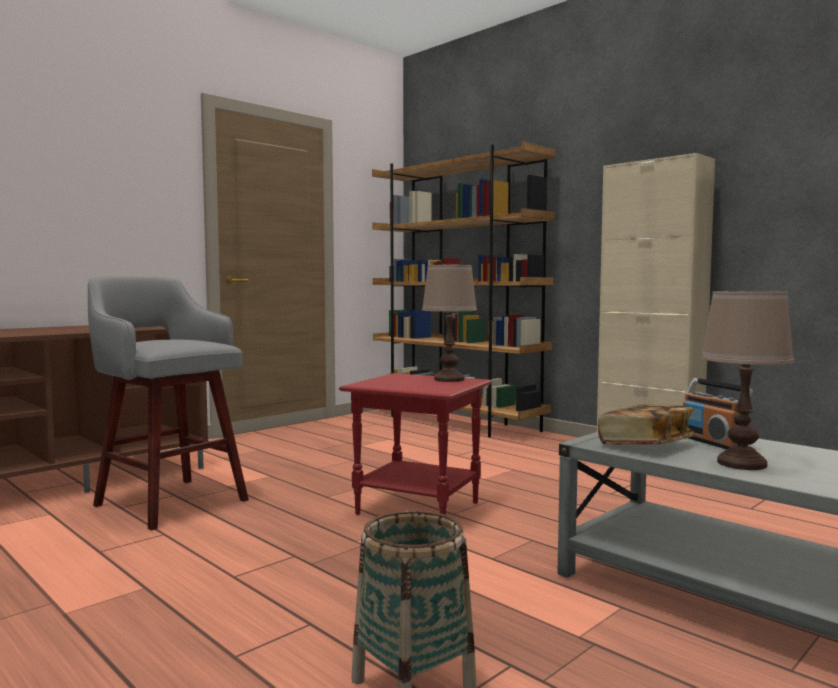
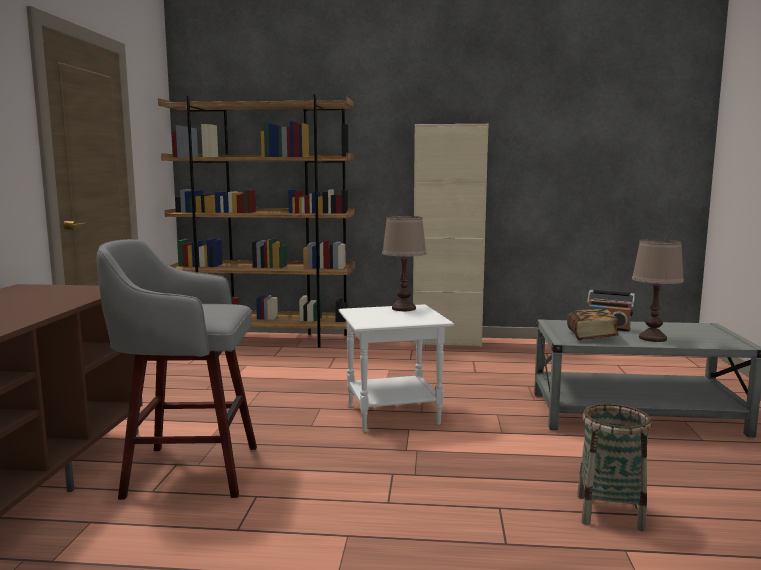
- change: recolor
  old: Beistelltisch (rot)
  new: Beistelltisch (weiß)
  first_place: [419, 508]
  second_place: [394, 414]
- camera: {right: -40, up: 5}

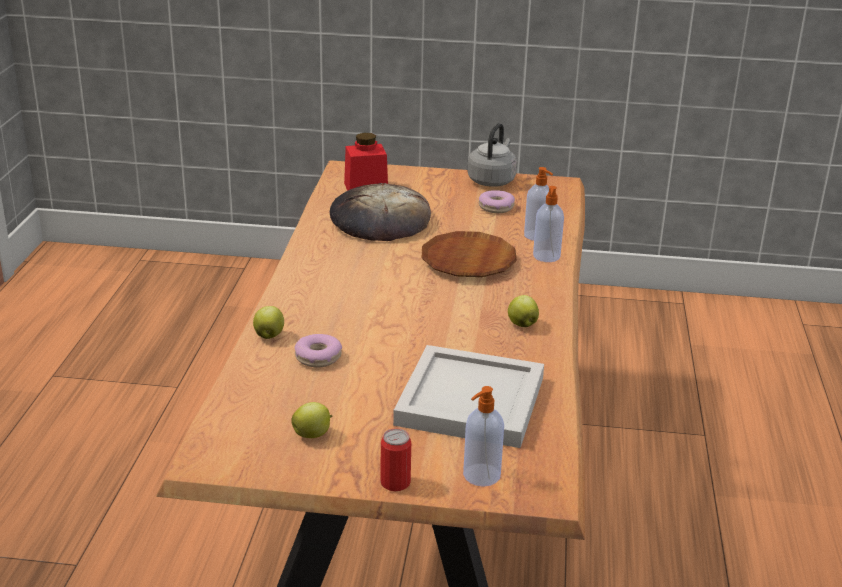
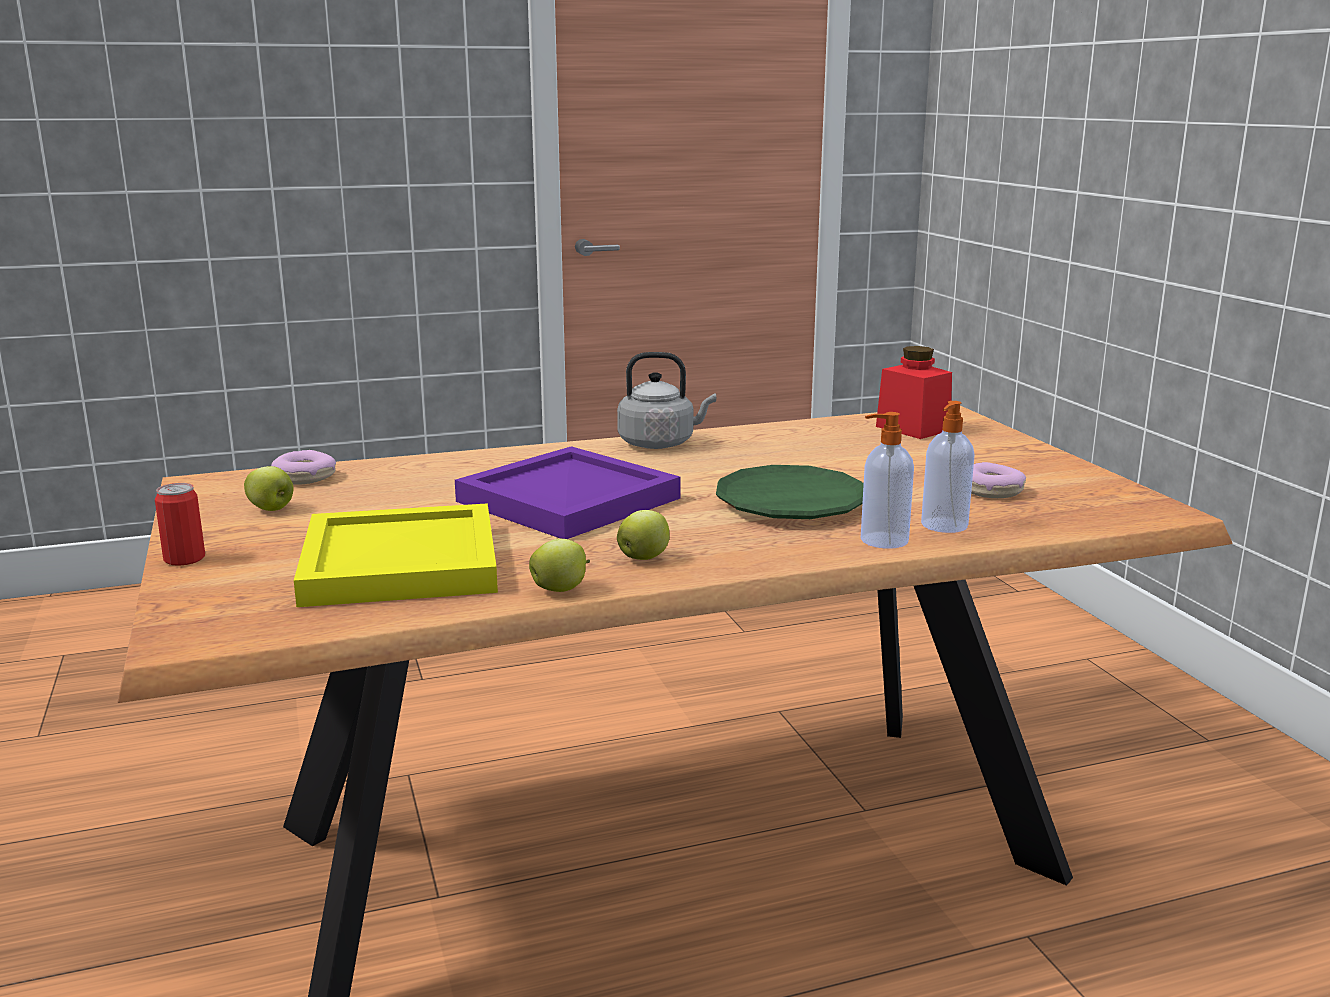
- change: delete
  old: Brot
  first_place: [380, 220]
- change: delete
  old: Seifenspender
  first_place: [480, 476]
- change: insert
  new: Tablett (lila)
  second_place: [572, 500]
- change: move
  old: Apfel
  first_place: [269, 335]
  second_place: [561, 590]
- change: move
  old: Donut
  first_place: [318, 357]
  second_place: [305, 477]
- change: move
  old: Wasserkessel (grau)
  first_place: [492, 180]
  second_place: [660, 444]
- change: recolor
  old: Tablett (weiß)
  new: Tablett (gelb)
  first_place: [473, 400]
  second_place: [403, 564]
- change: recolor
  old: Teller (braun)
  new: Teller (grün)
  first_place: [468, 261]
  second_place: [791, 503]
- camera: {right: 65, up: -10}

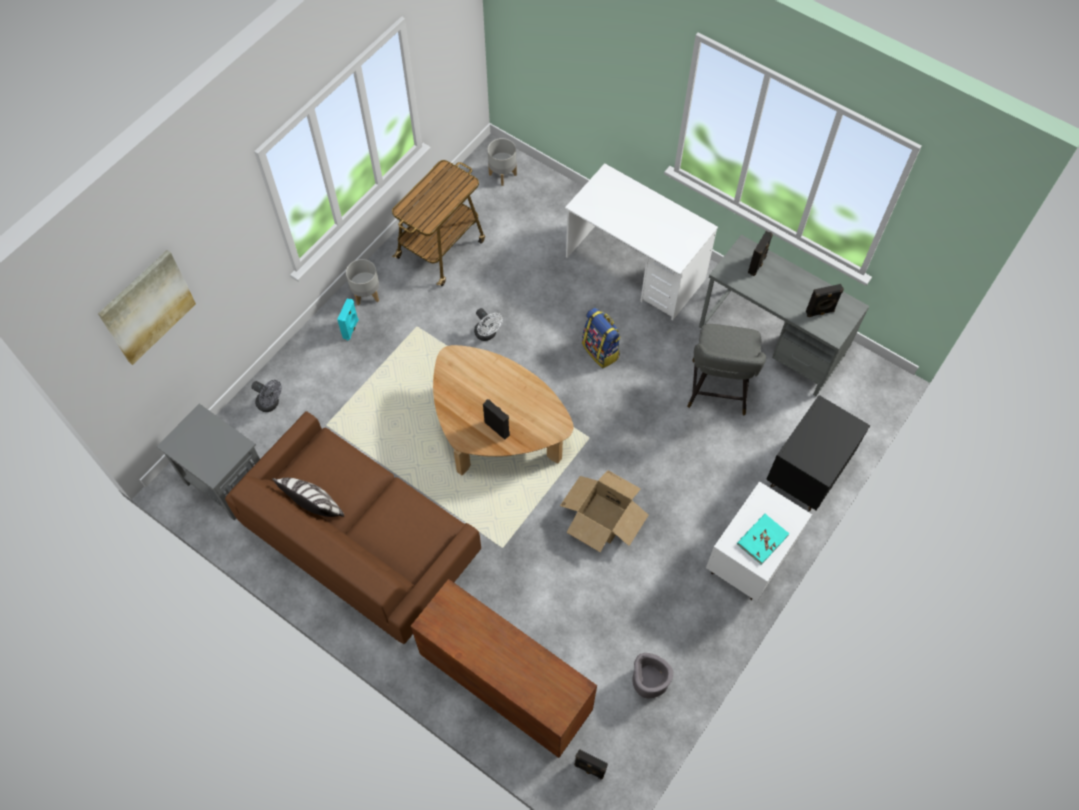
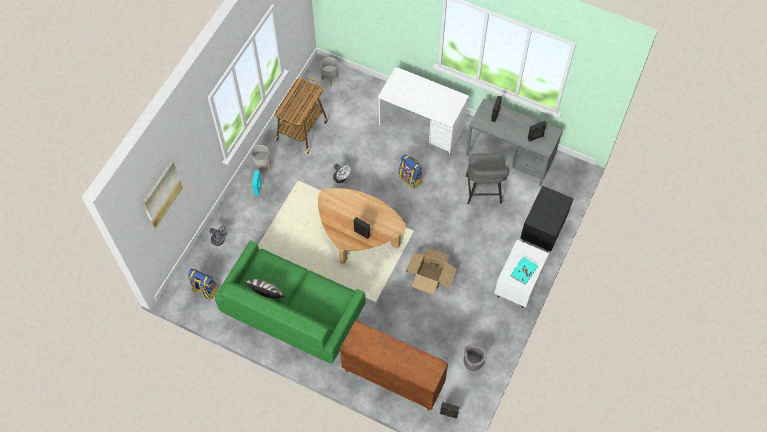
- change: replace
  old: Beistelltisch (grau)
  new: Rucksack
  first_place: [227, 481]
  second_place: [204, 290]
- change: recolor
  old: Sofa (braun)
  new: Sofa (grün)
  first_place: [361, 542]
  second_place: [293, 312]
- camera: {right: -10, up: 0}

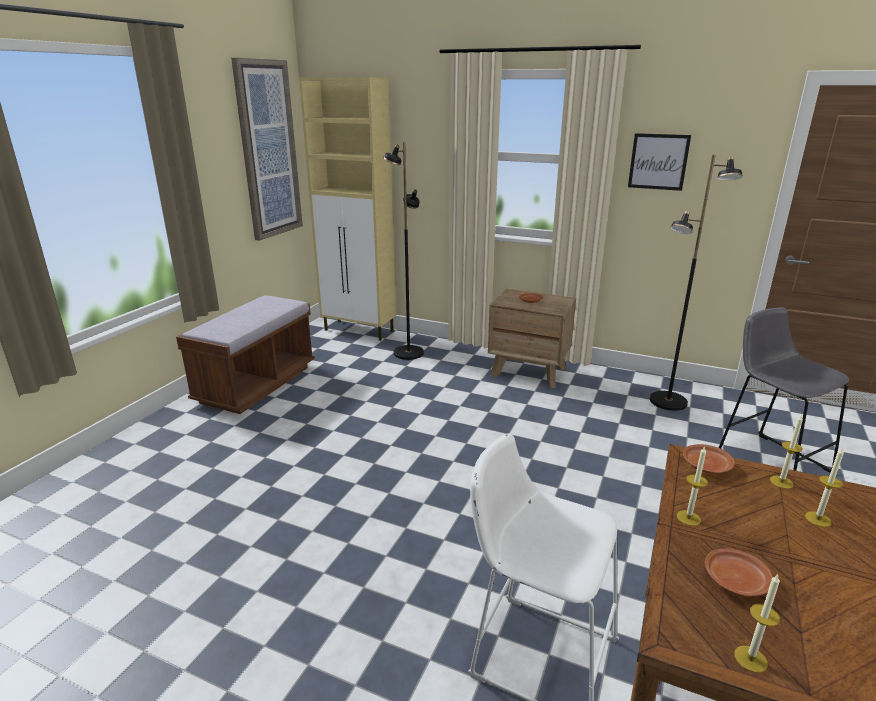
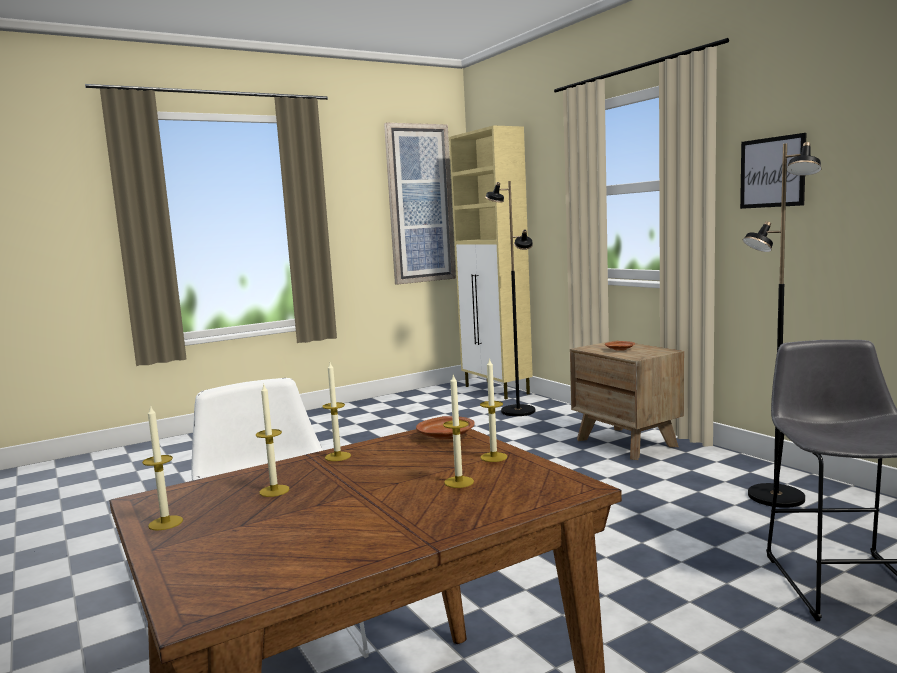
- change: delete
  old: Bank (braun)
  first_place: [256, 384]
- change: replace
  old: Teller (braun)
  new: Kerze
  first_place: [735, 580]
  second_place: [274, 491]
- camera: {right: 35, up: -15}

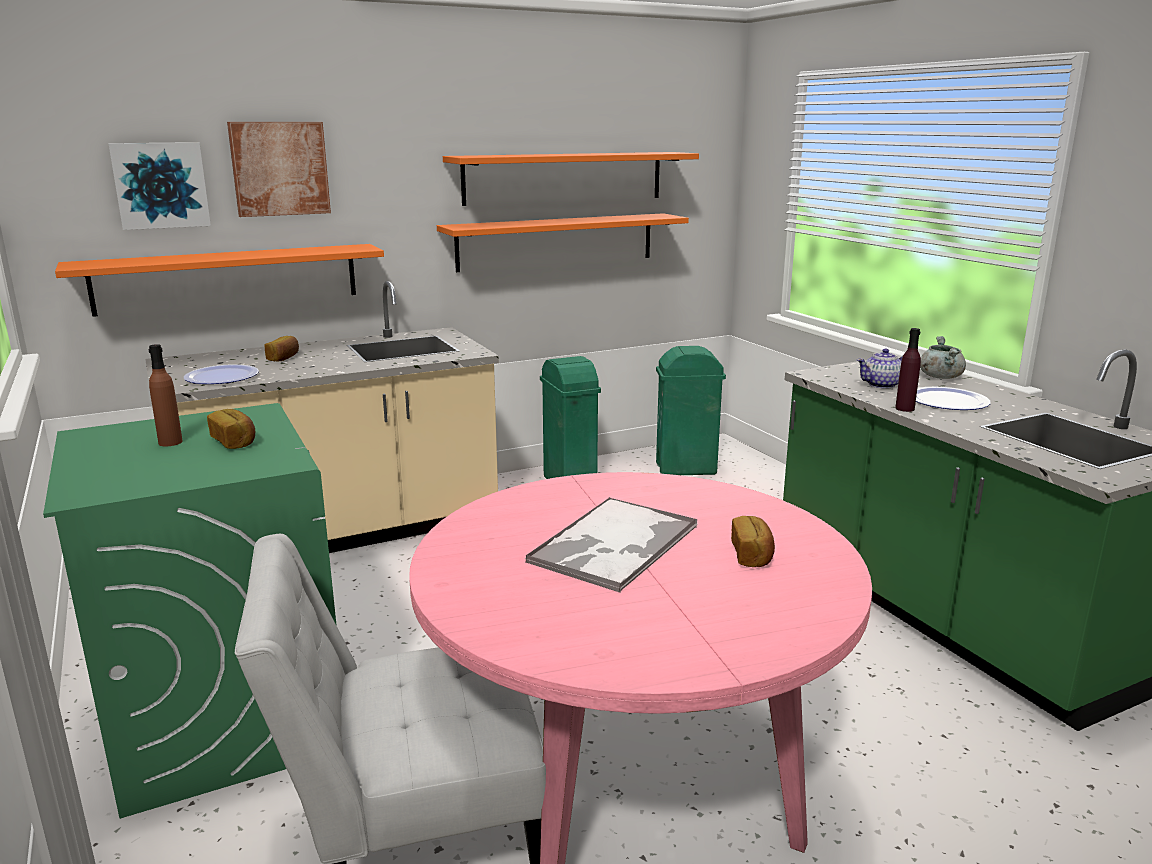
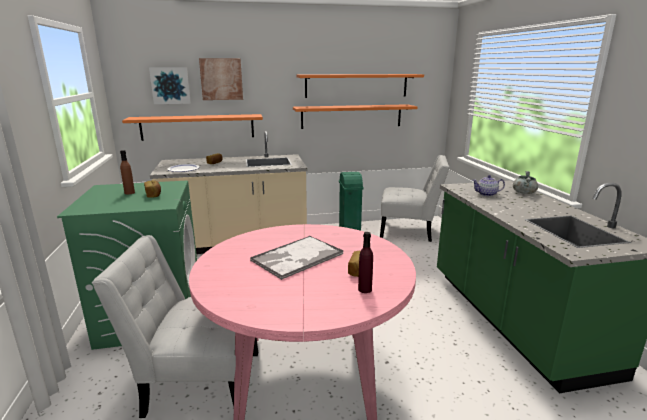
- change: delete
  old: Teller
  first_place: [948, 401]
- change: move
  old: Flasche (lila)
  first_place: [904, 408]
  second_place: [365, 289]
- change: replace
  old: Mülleimer (grün)
  new: Stuhl (weiß)
  first_place: [686, 469]
  second_place: [410, 231]
- camera: {right: 15, up: 0}

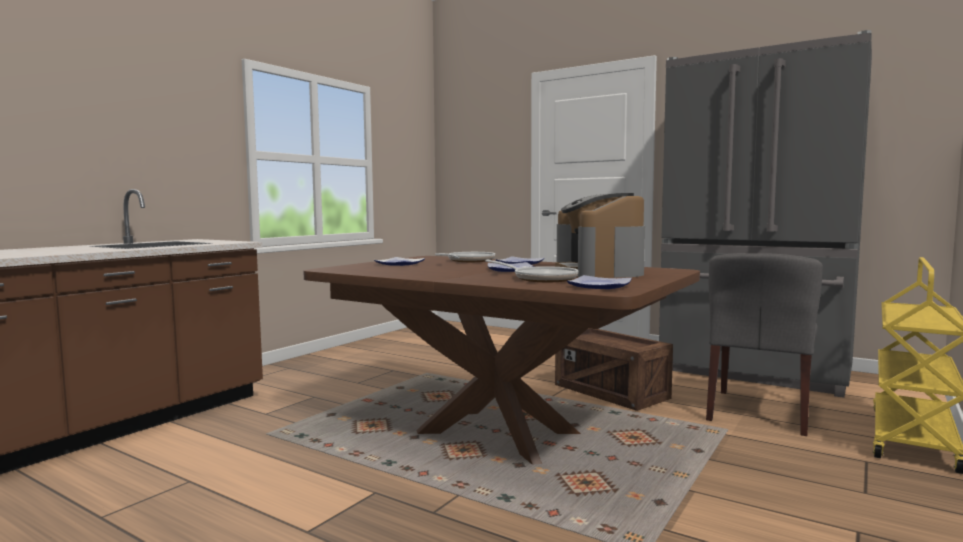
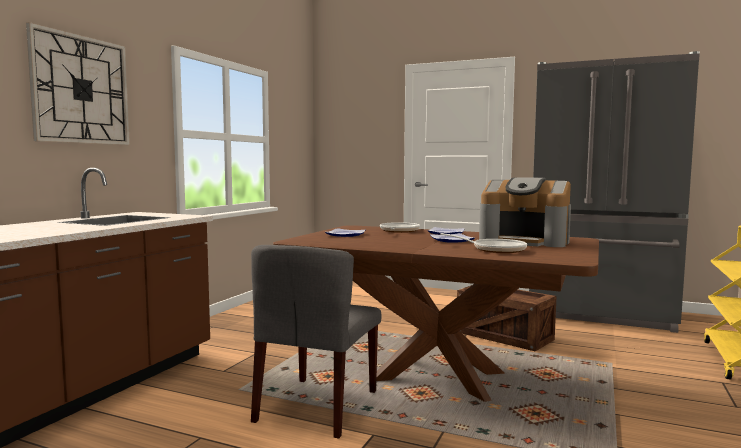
- change: delete
  old: Teller
  first_place: [599, 286]
- change: insert
  new: Wanduhr
  second_place: [81, 90]
- change: move
  old: Stuhl (grau)
  first_place: [759, 412]
  second_place: [317, 406]
- change: rotate
  old: Kaffeemaschine
  first_place: [599, 271]
  second_place: [525, 241]
  degrees: -45
- camera: {right: -10, up: 0}

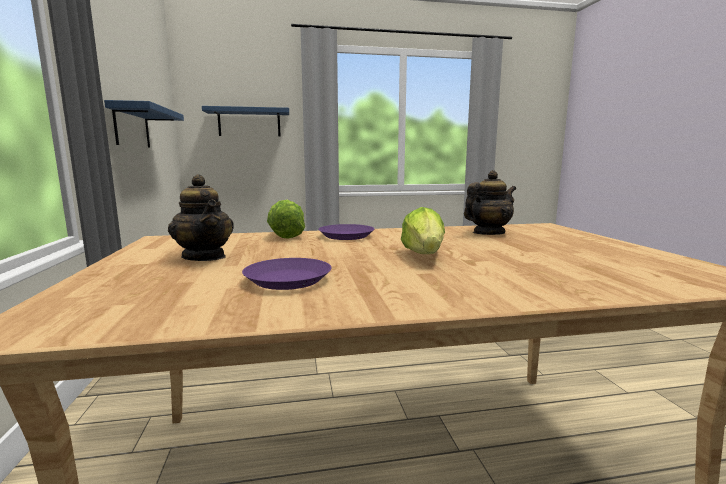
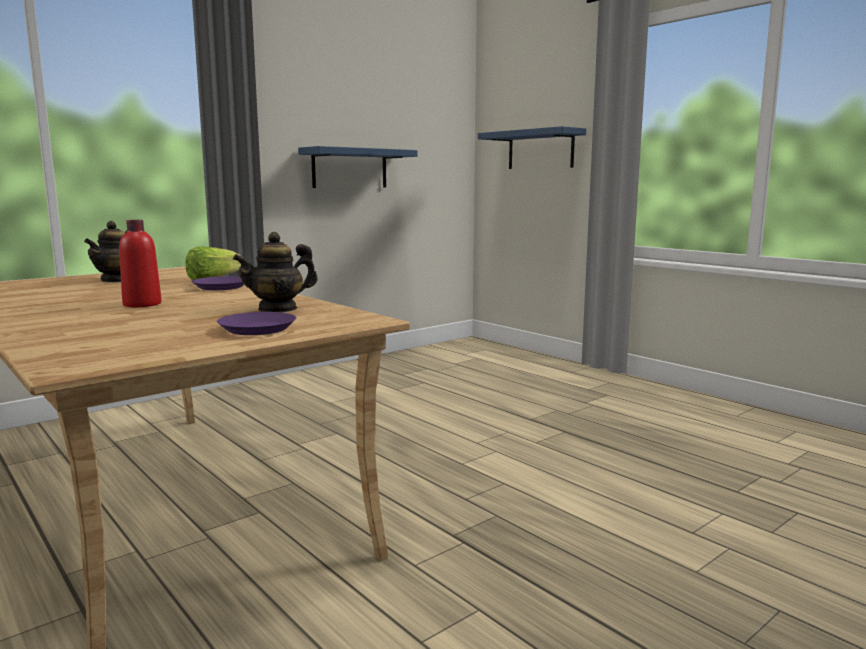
- change: move
  old: Teller (lila)
  first_place: [289, 280]
  second_place: [257, 329]
- change: replace
  old: Salatkopf
  new: Flasche (rot)
  first_place: [424, 256]
  second_place: [142, 304]
- change: rotate
  old: Teekanne
  first_place: [488, 233]
  second_place: [278, 309]
  degrees: 120
- camera: {right: 60, up: 0}

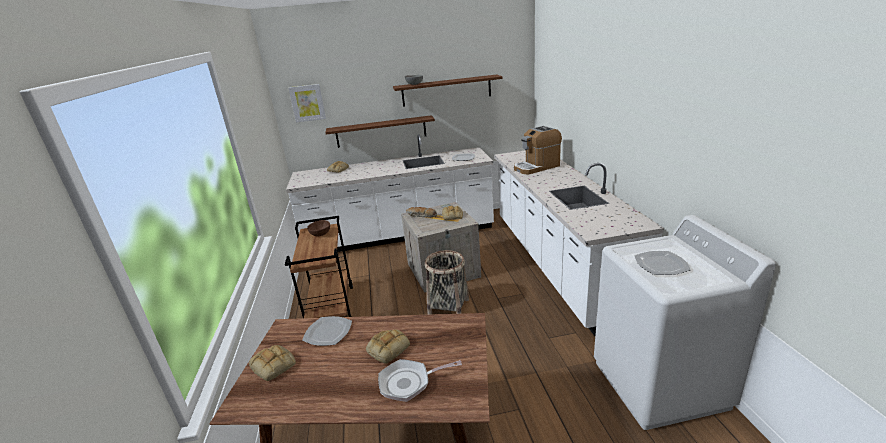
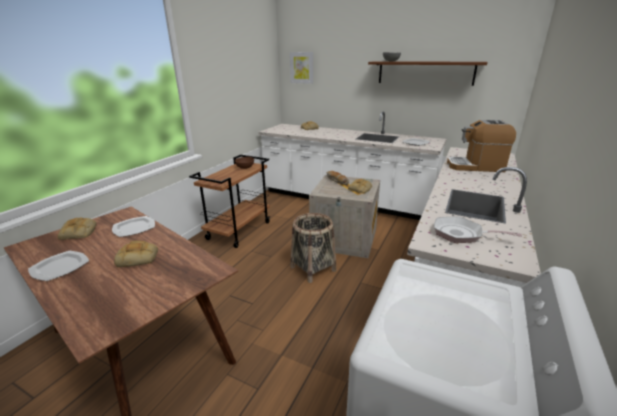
- change: delete
  old: Wandregal (braun)
  first_place: [381, 131]
- change: move
  old: Pfanne
  first_place: [409, 383]
  second_place: [461, 234]
- change: move
  old: Teller
  first_place: [661, 265]
  second_place: [59, 267]
- camera: {right: 35, up: 0}

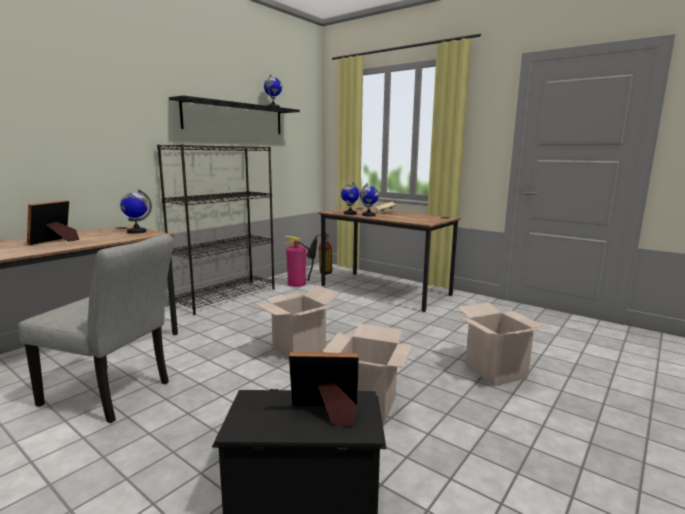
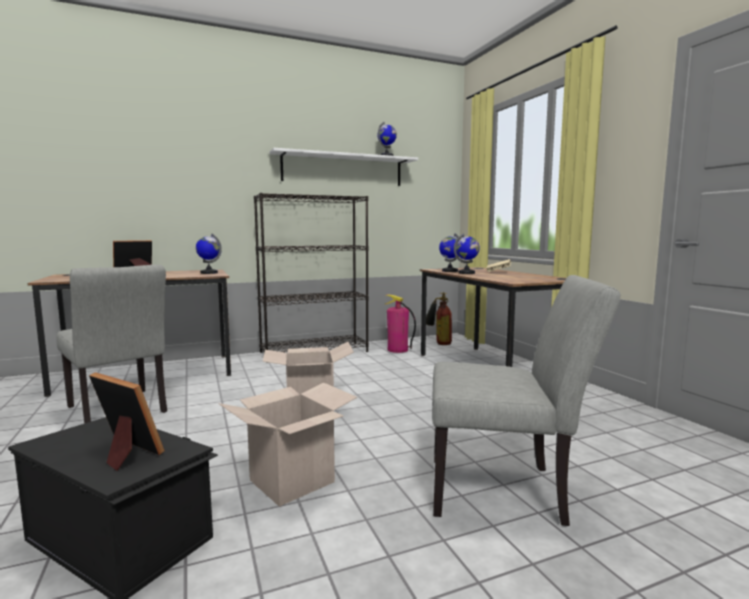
- change: replace
  old: Karton
  new: Stuhl (grau)
  first_place: [495, 371]
  second_place: [507, 491]
- change: recolor
  old: Wandregal (schwarz)
  new: Wandregal (weiß)
  first_place: [235, 118]
  second_place: [343, 170]
- camera: {right: 30, up: -5}

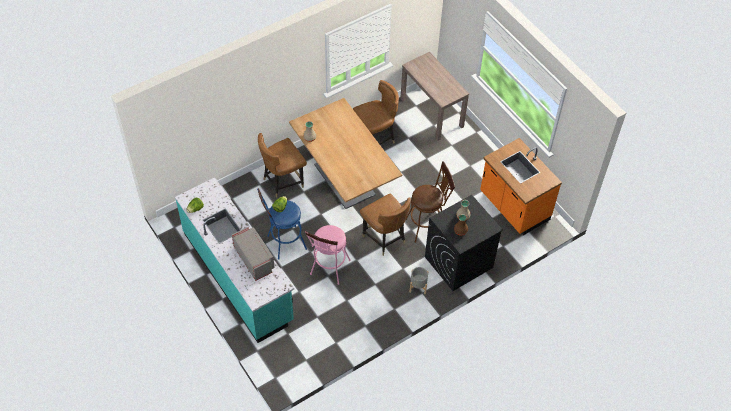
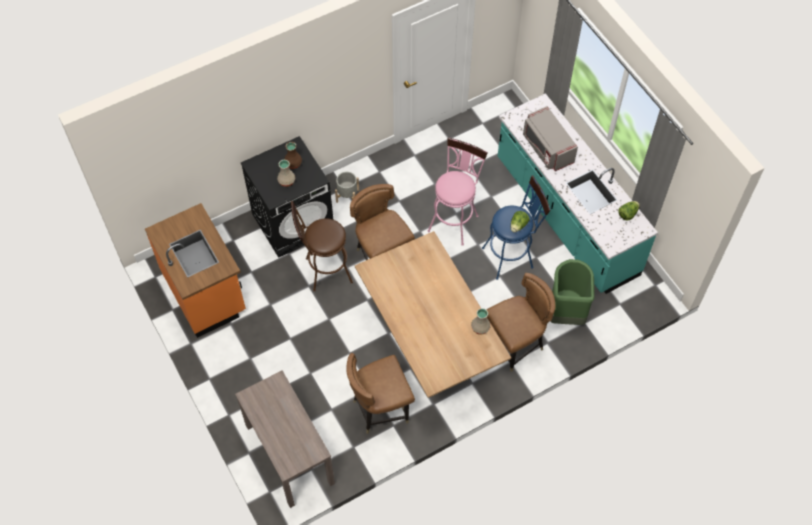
- change: insert
  new: Mülleimer (grün)
  second_place: [565, 313]
- camera: {right: -175, up: 5}

